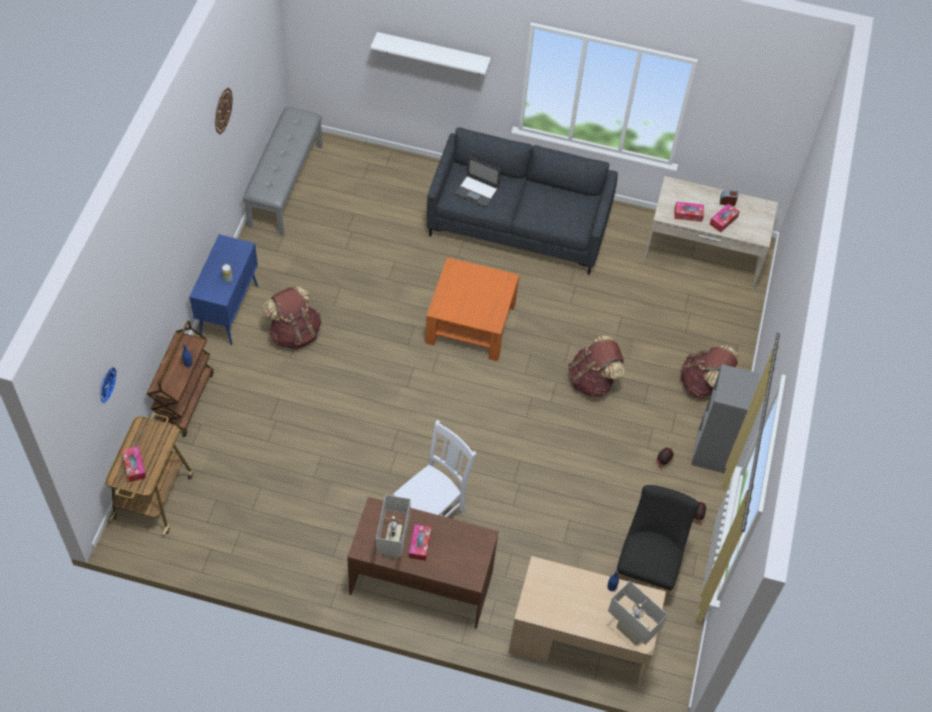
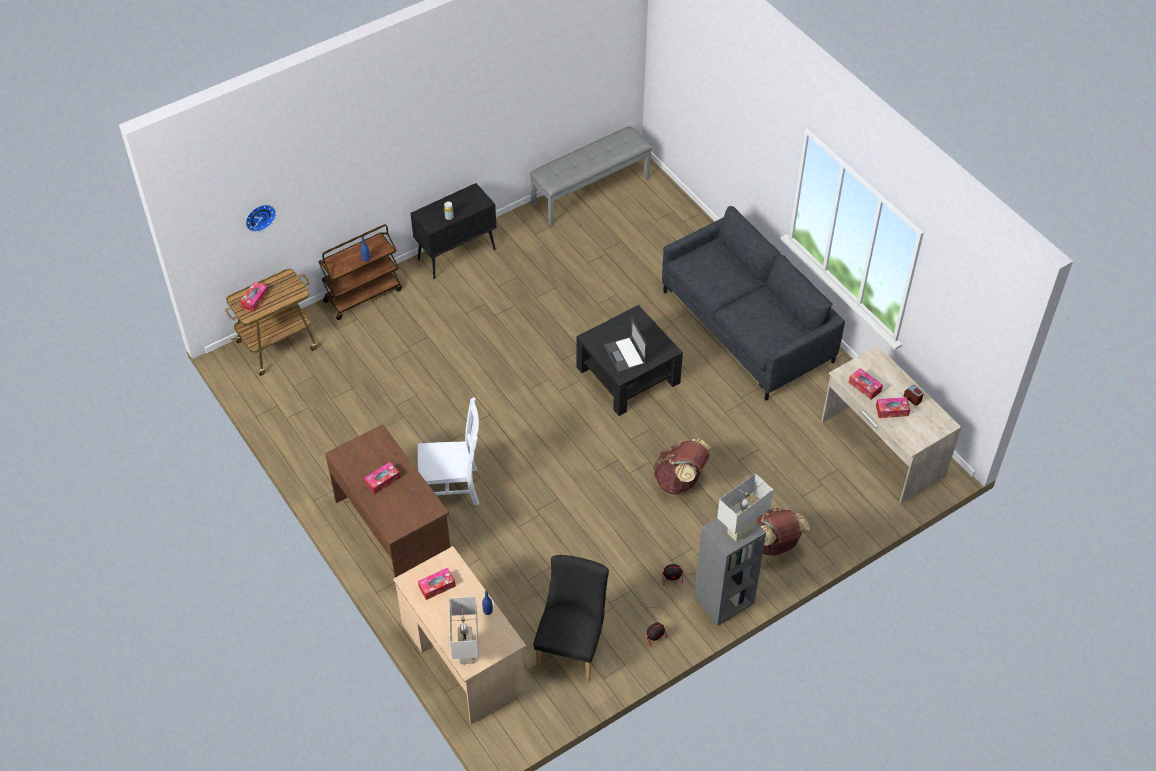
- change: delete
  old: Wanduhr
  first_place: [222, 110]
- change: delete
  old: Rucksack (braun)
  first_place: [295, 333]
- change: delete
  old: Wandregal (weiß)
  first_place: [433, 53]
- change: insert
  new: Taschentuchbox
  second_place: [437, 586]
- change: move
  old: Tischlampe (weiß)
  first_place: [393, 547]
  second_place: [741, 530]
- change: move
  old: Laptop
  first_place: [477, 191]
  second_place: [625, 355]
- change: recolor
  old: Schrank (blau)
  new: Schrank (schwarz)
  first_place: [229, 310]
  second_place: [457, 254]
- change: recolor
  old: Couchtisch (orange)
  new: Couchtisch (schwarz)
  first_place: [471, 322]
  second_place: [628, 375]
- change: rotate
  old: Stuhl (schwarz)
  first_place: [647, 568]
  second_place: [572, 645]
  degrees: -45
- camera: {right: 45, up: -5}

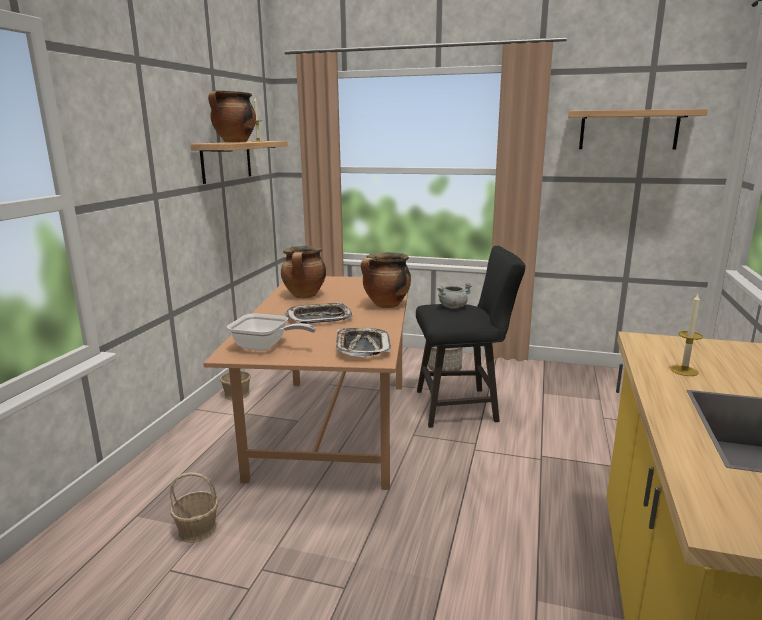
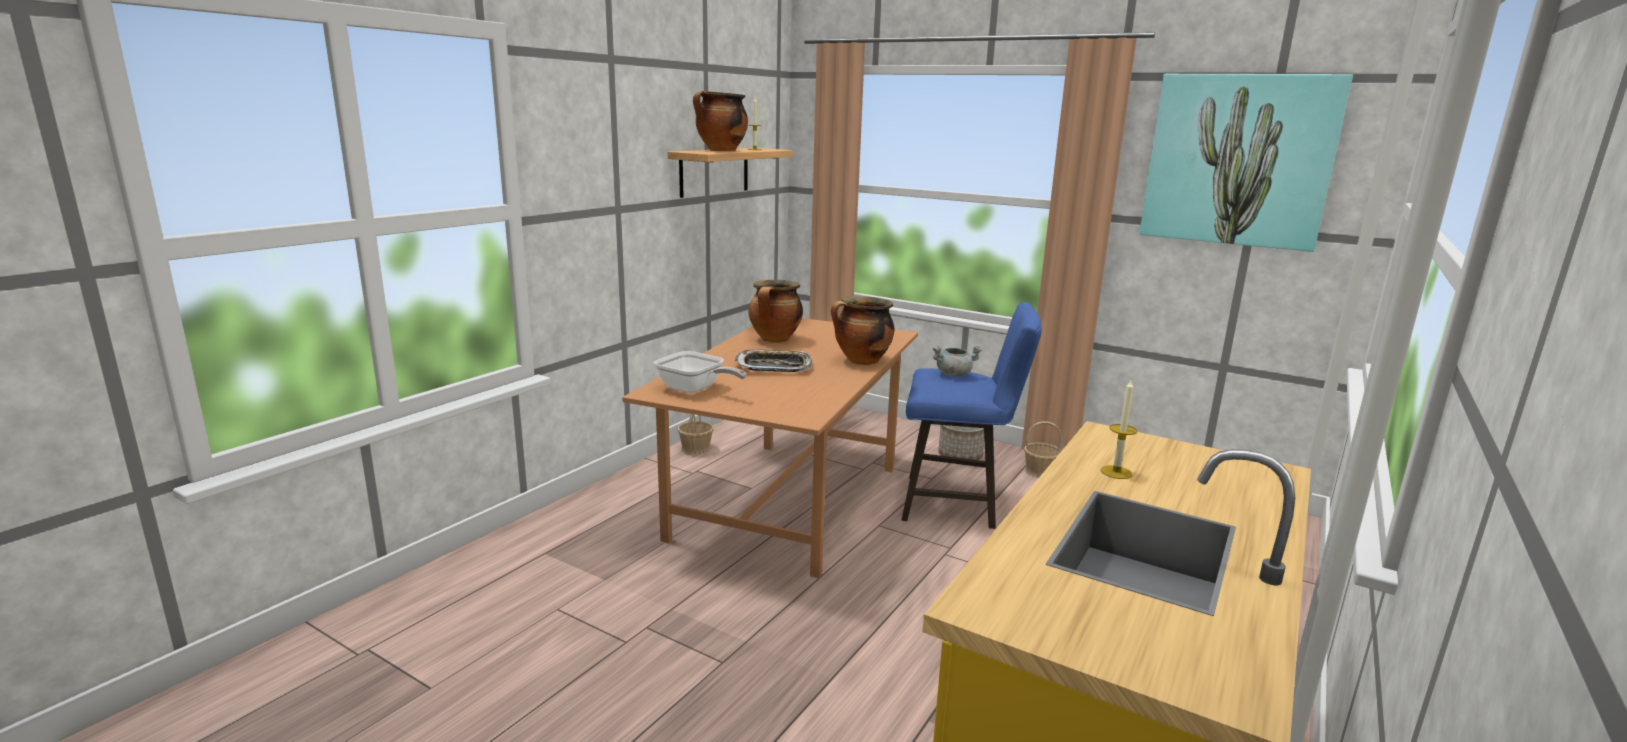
- change: delete
  old: Tablett
  first_place: [362, 347]
- change: move
  old: Korb
  first_place: [197, 530]
  second_place: [1040, 472]
- change: replace
  old: Wandregal
  new: Bild
  first_place: [628, 130]
  second_place: [1238, 160]
- change: recolor
  old: Hocker (schwarz)
  new: Hocker (blau)
  first_place: [463, 406]
  second_place: [959, 503]
- camera: {right: 15, up: 0}

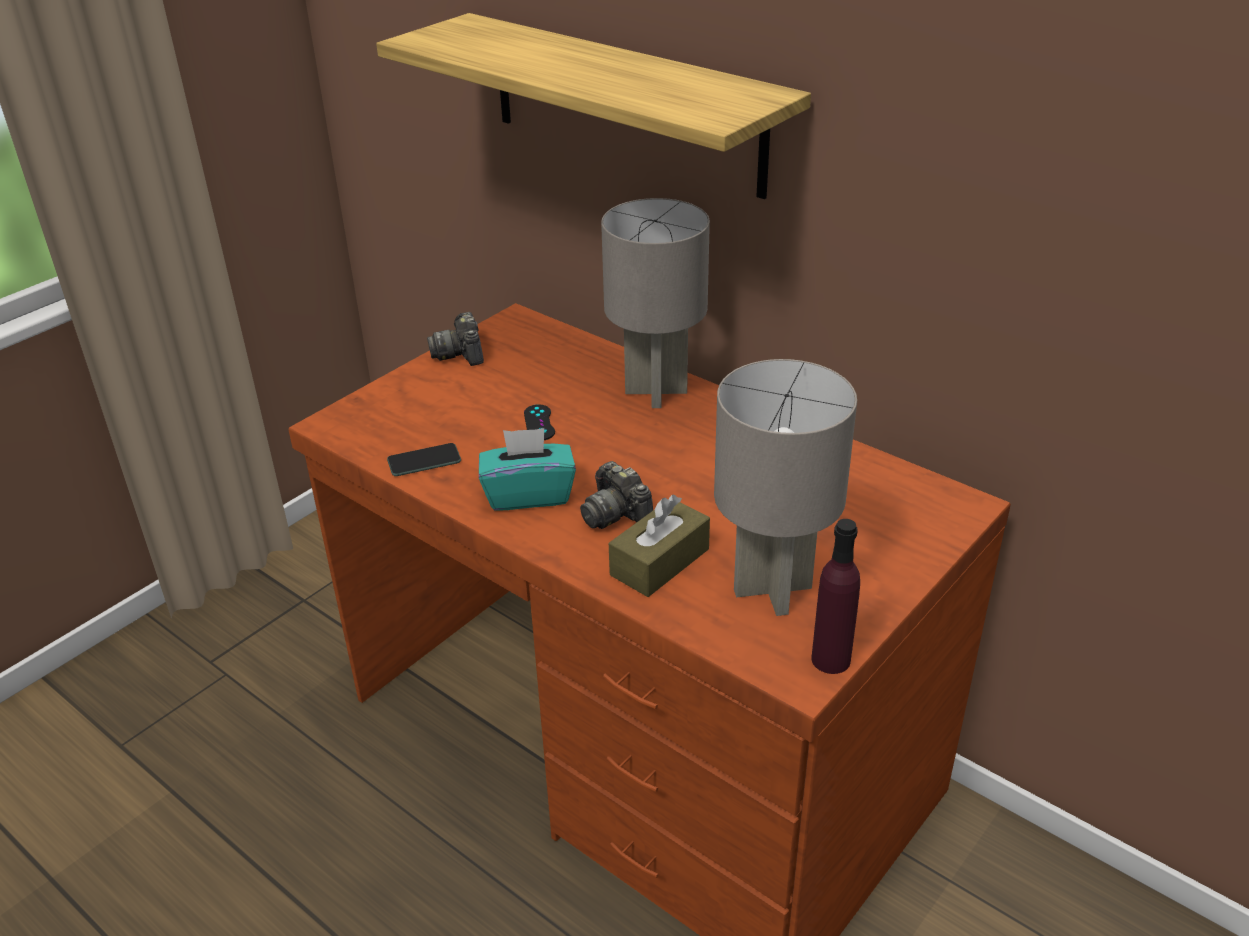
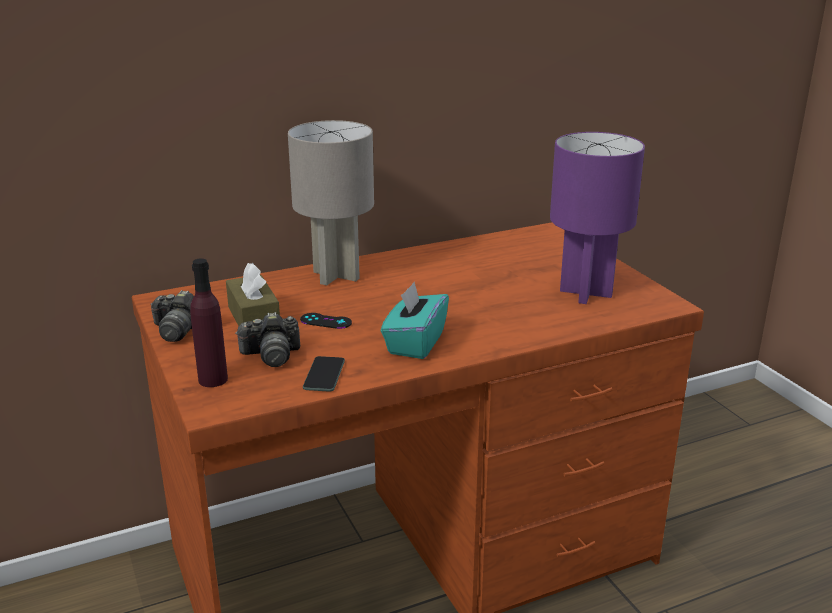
- change: delete
  old: Wandregal
  first_place: [625, 104]
- change: move
  old: Kamera
  first_place: [616, 513]
  second_place: [271, 355]
- change: move
  old: Taschentuchbox (braun)
  first_place: [659, 562]
  second_place: [254, 318]
- change: move
  old: Flasche (lila)
  first_place: [831, 659]
  second_place: [213, 379]
- change: recolor
  old: Tischlampe (grau)
  new: Tischlampe (lila)
  first_place: [774, 590]
  second_place: [586, 292]
- camera: {right: -65, up: -10}

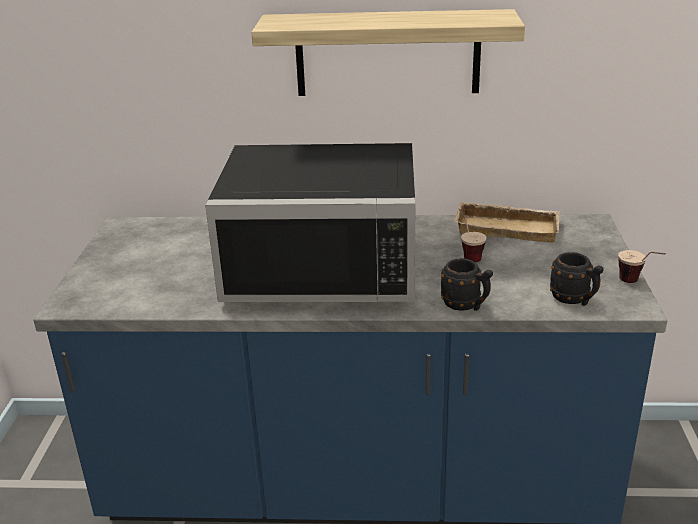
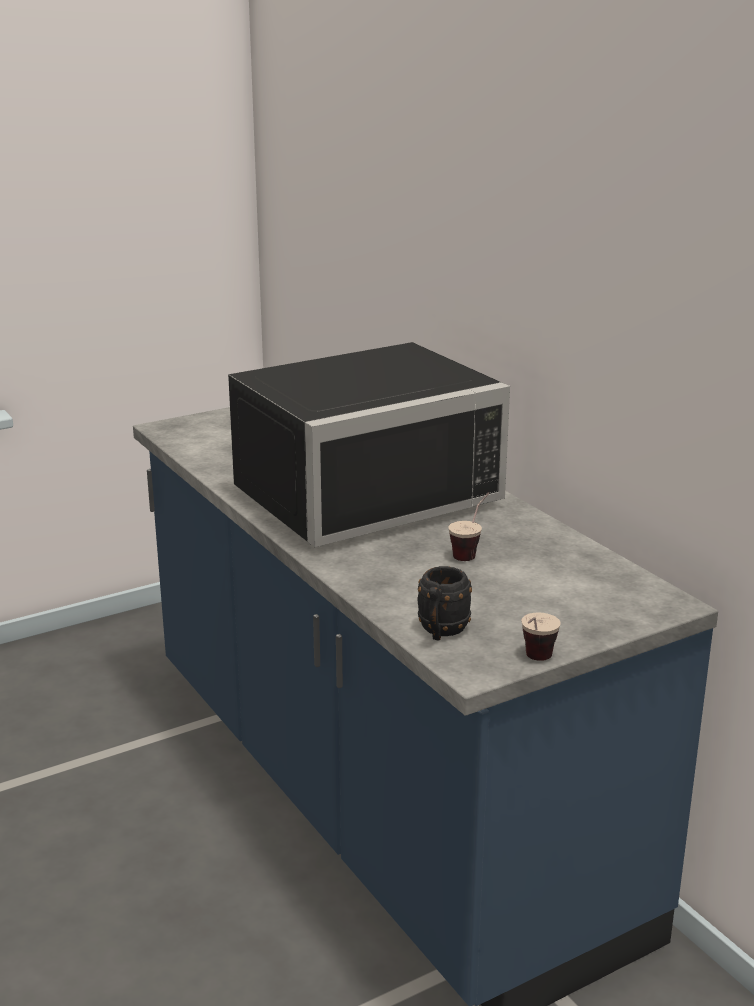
- change: delete
  old: Wandregal
  first_place: [387, 53]
- change: delete
  old: Henkelbecher (schwarz)
  first_place: [466, 306]
- change: delete
  old: Tablett (beige)
  first_place: [508, 227]
- change: rotate
  old: Mikrowelle (schwarz)
  first_place: [324, 262]
  second_place: [359, 492]
  degrees: -90
- camera: {right: 55, up: -5}

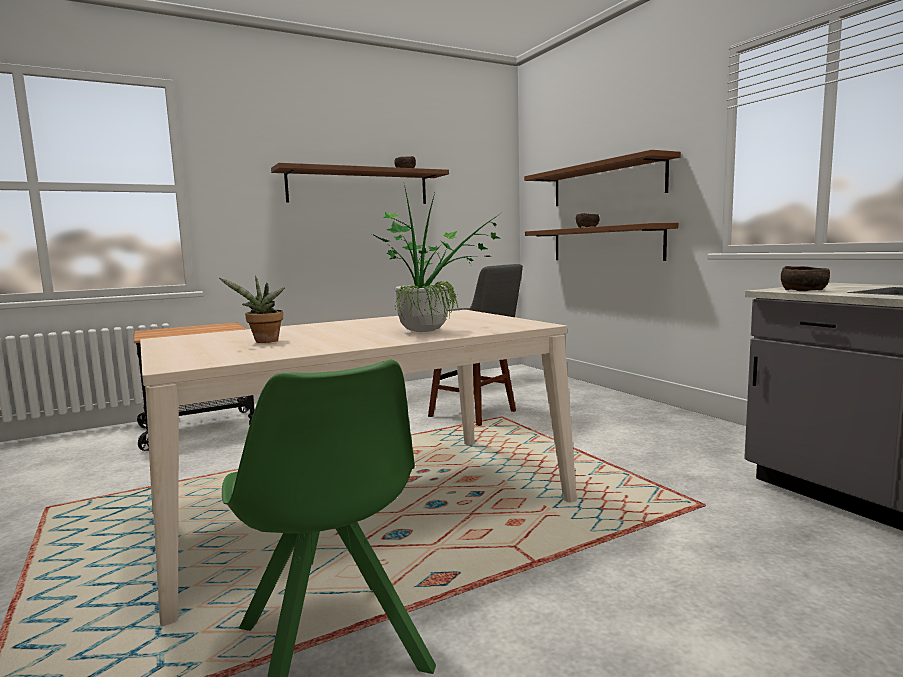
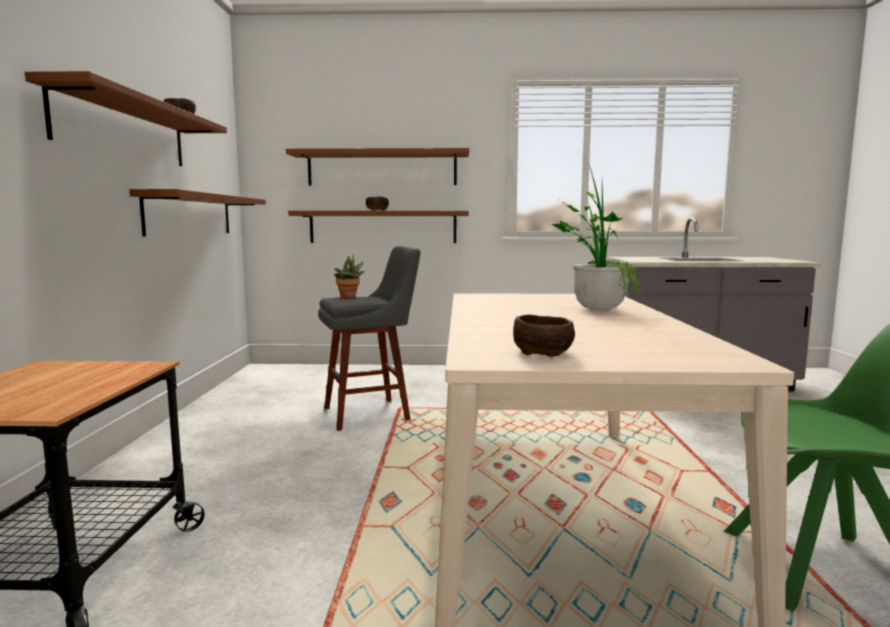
- change: insert
  new: Wandregal (braun)
  second_place: [190, 214]
- change: move
  old: Topfpflanze
  first_place: [264, 342]
  second_place: [349, 297]
- change: move
  old: Schüssel (braun)
  first_place: [805, 290]
  second_place: [544, 352]
- camera: {right: -60, up: 0}

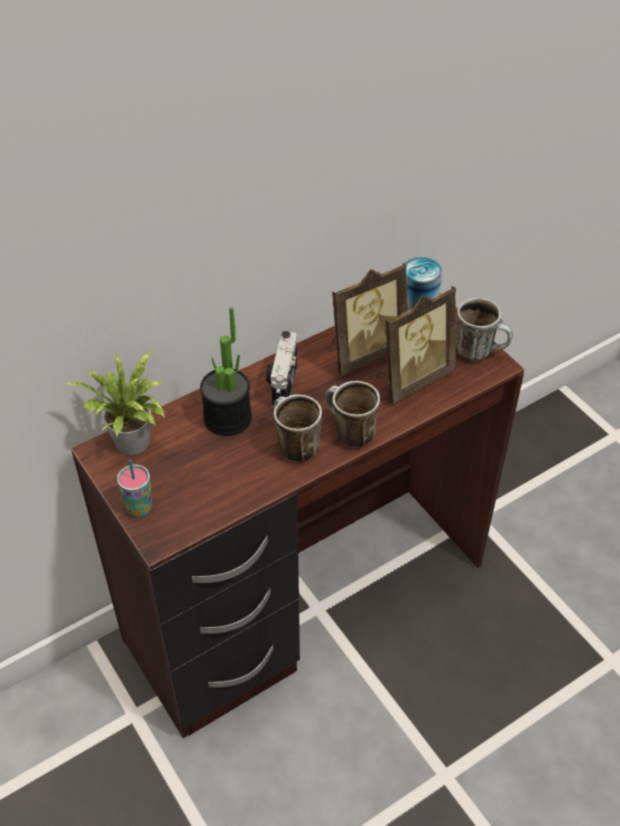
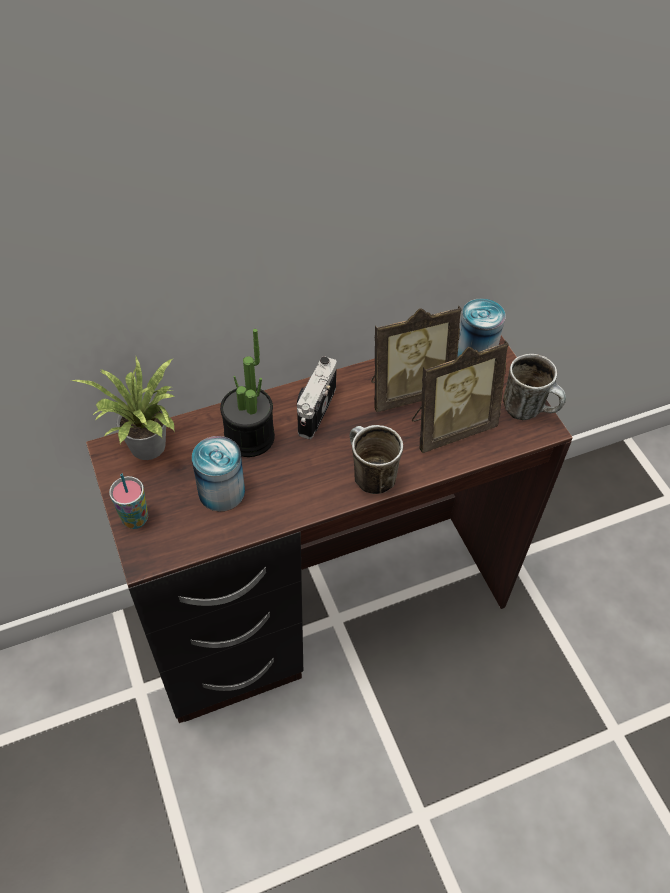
- change: delete
  old: Henkelbecher
  first_place: [292, 446]
- change: insert
  new: Dose
  second_place: [221, 491]
- camera: {right: 10, up: 5}

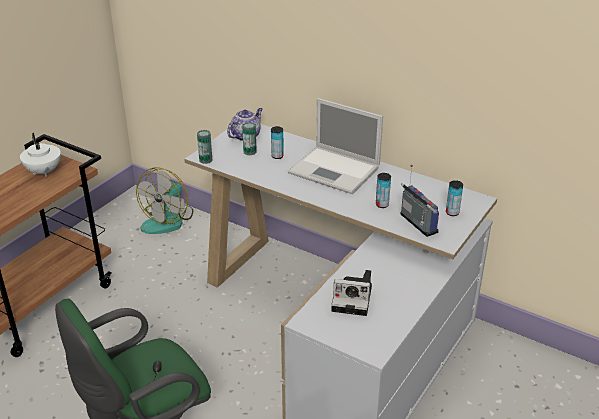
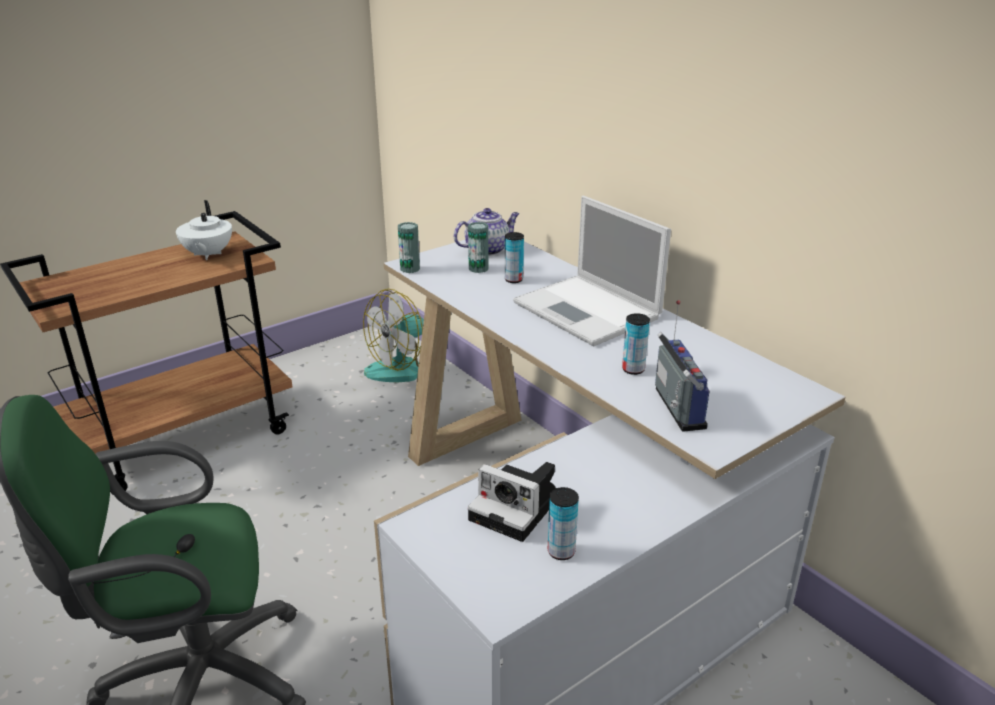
- change: move
  old: Dose
  first_place: [452, 213]
  second_place: [561, 551]
- camera: {right: 20, up: -5}

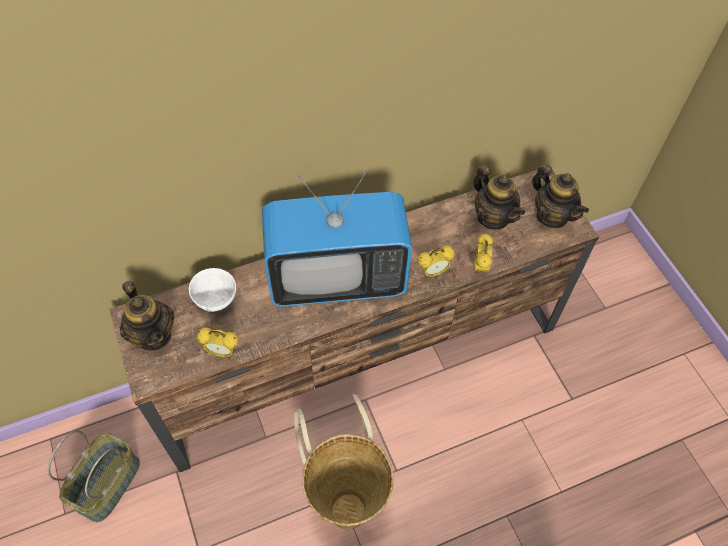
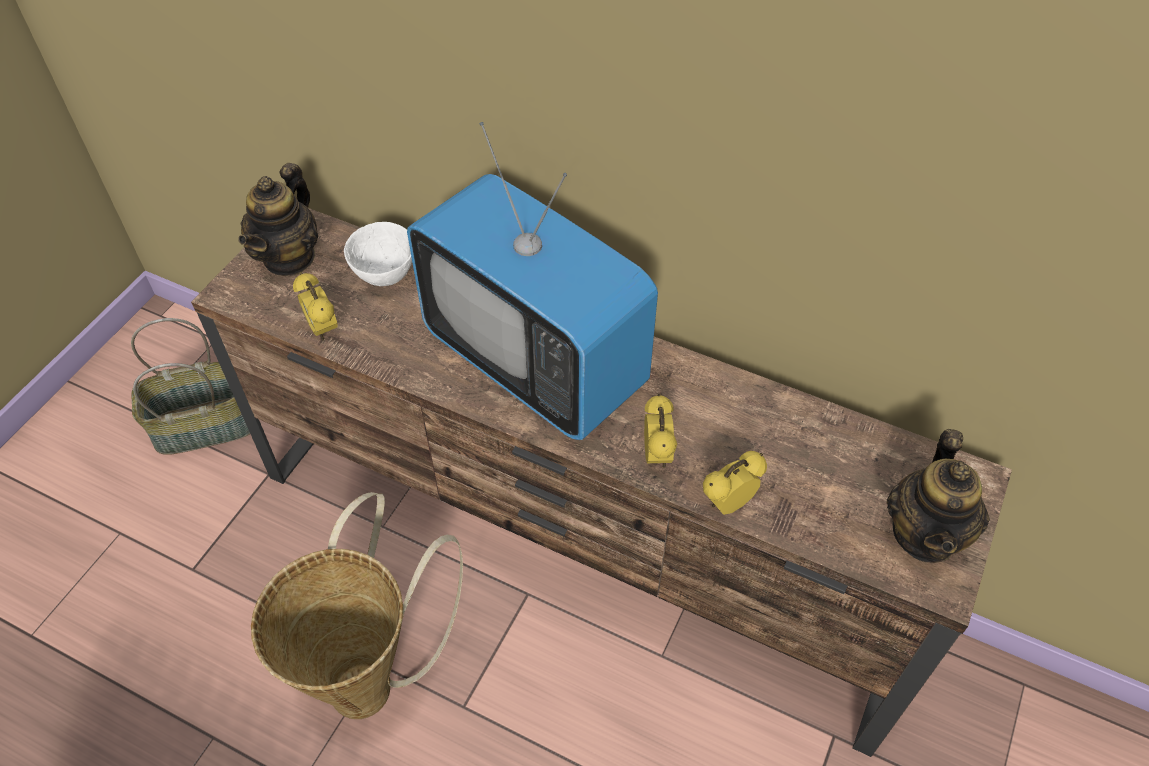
- change: delete
  old: Teekanne
  first_place: [493, 217]
- change: rotate
  old: Wecker
  first_place: [433, 272]
  second_place: [657, 455]
  degrees: -120
- camera: {right: 50, up: -5}

